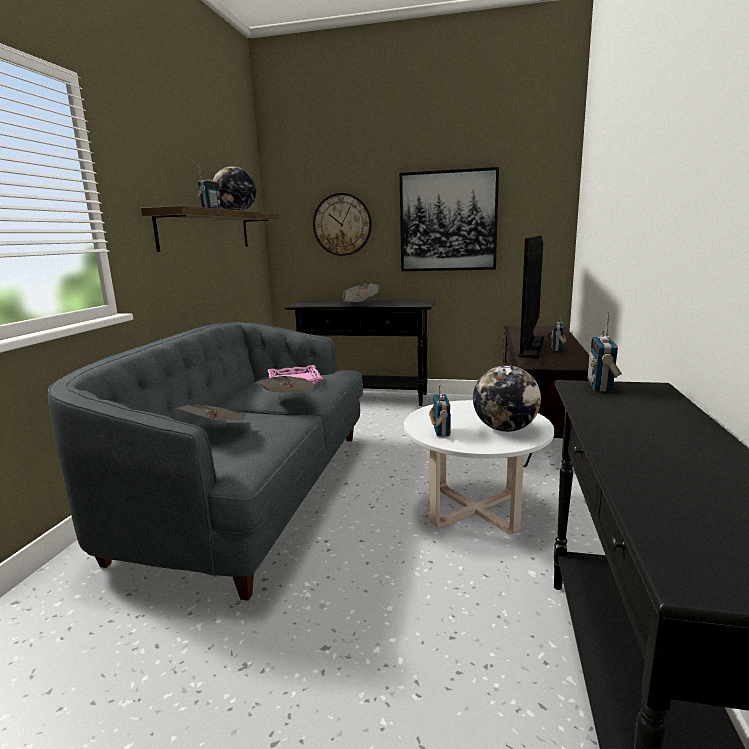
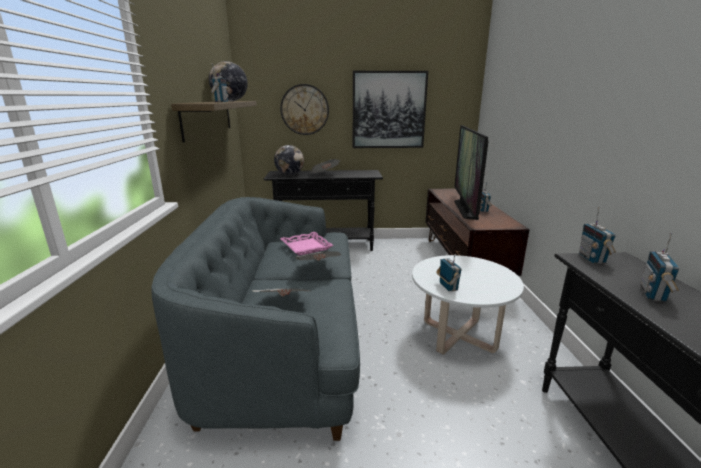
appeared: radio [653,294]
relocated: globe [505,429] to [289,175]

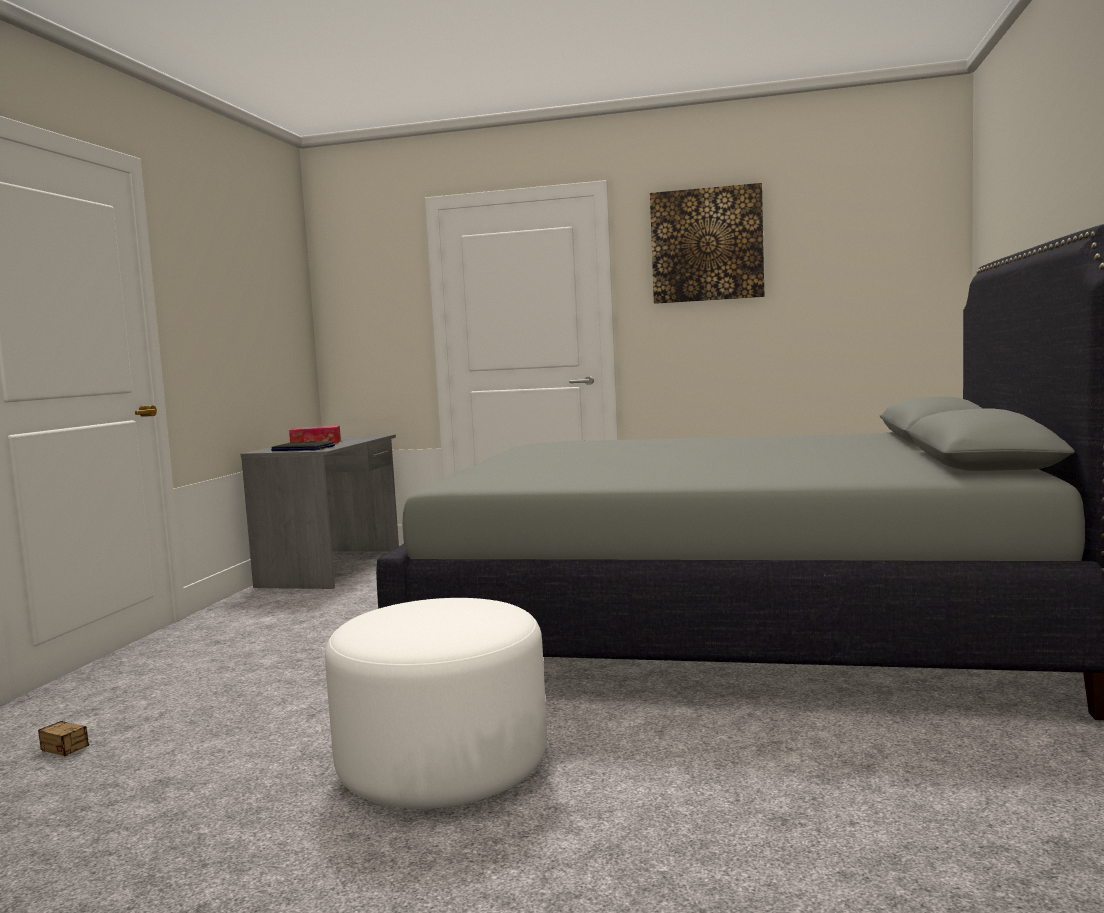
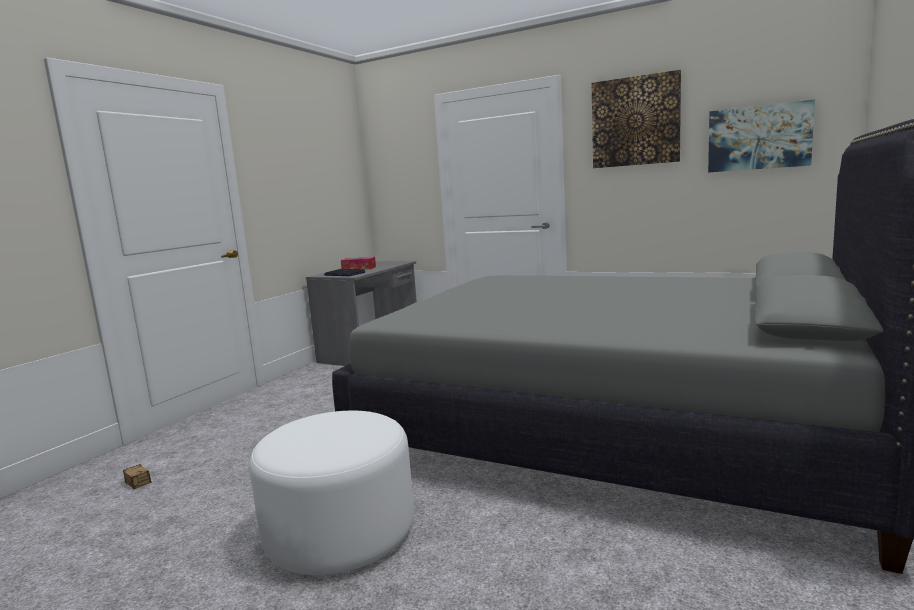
appeared: picture [758,137]

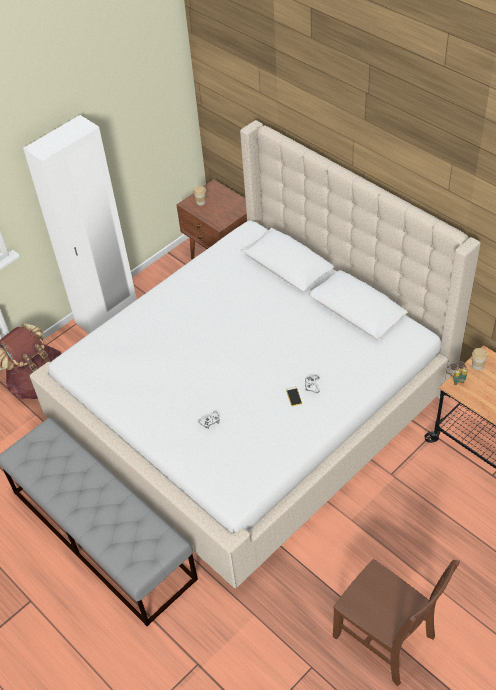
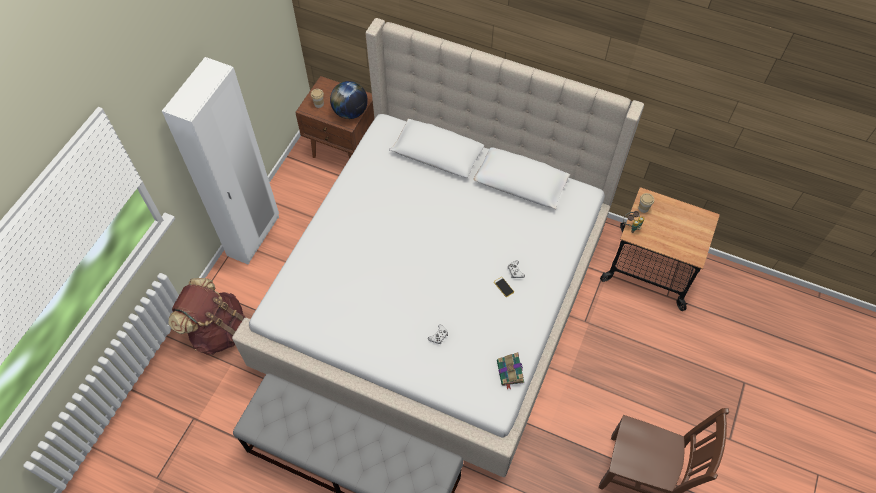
appeared: globe [350,112]; book [510,372]

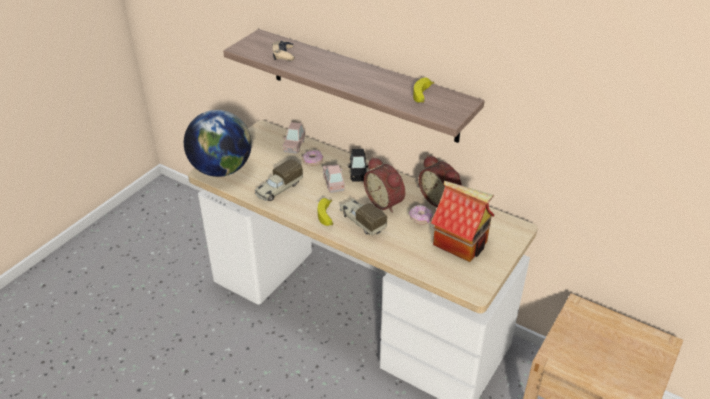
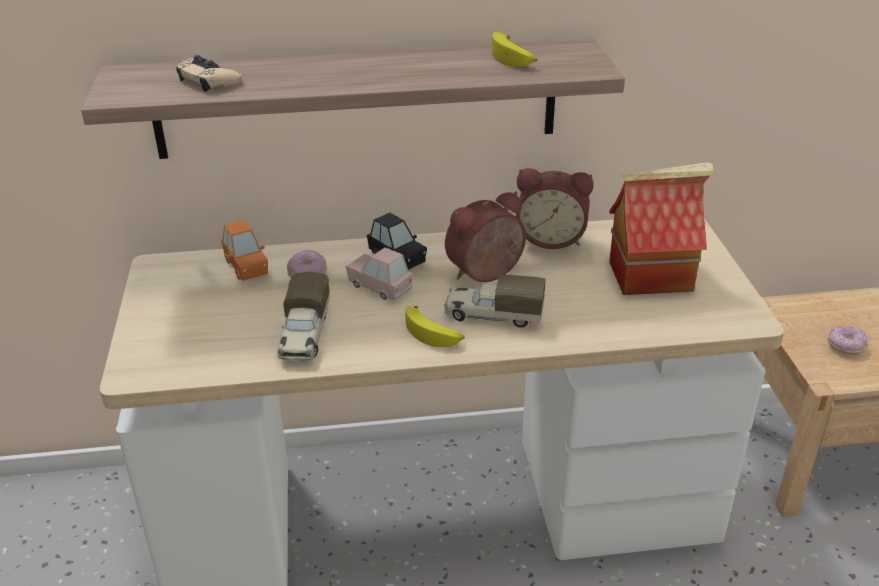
missing: globe [221,169]
relocated: donut [420,219] to [845,347]
colour: pink toy car [294,146] to orange toy car [246,266]
spun: alarm clock [385,202] = [487,274] 135 degrees clockwise

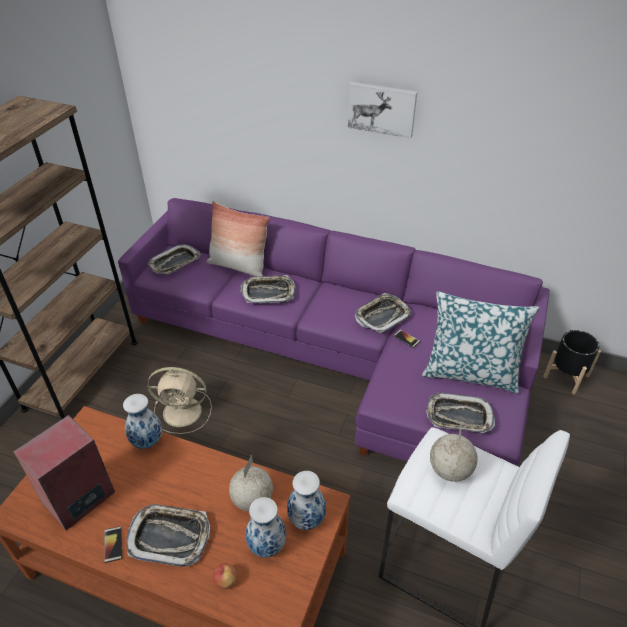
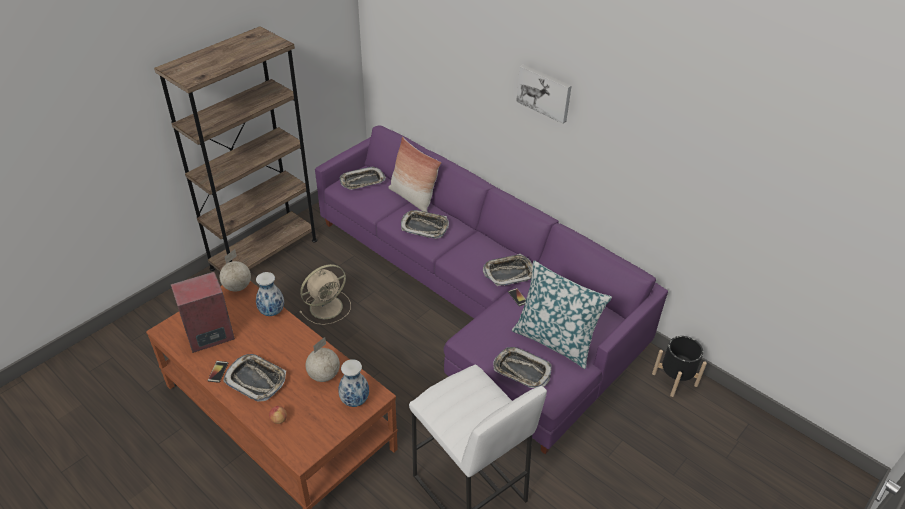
missing: vase [266,546]
relocated: globe [450,470] to [238,287]
spun: beige fan [184,411] = [327,306] 60 degrees counterclockwise

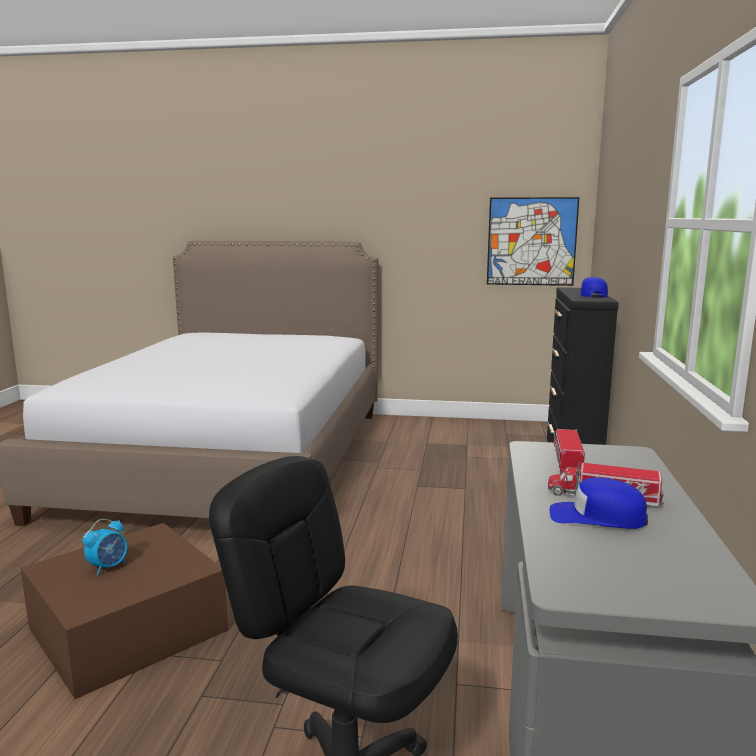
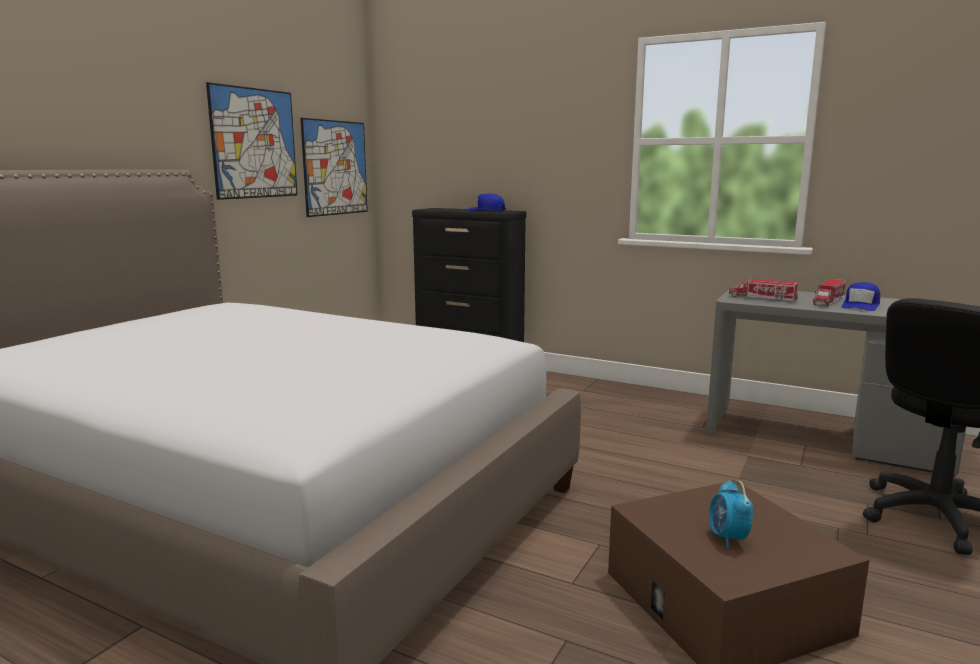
appeared: picture [254,143]
spun: alarm clock [108,567] = [728,538] 150 degrees counterclockwise

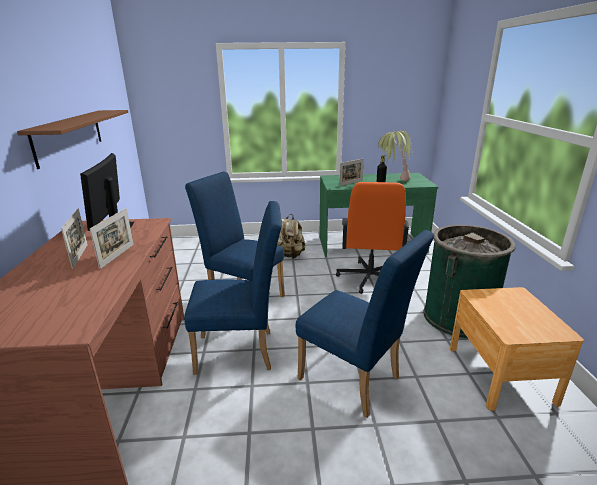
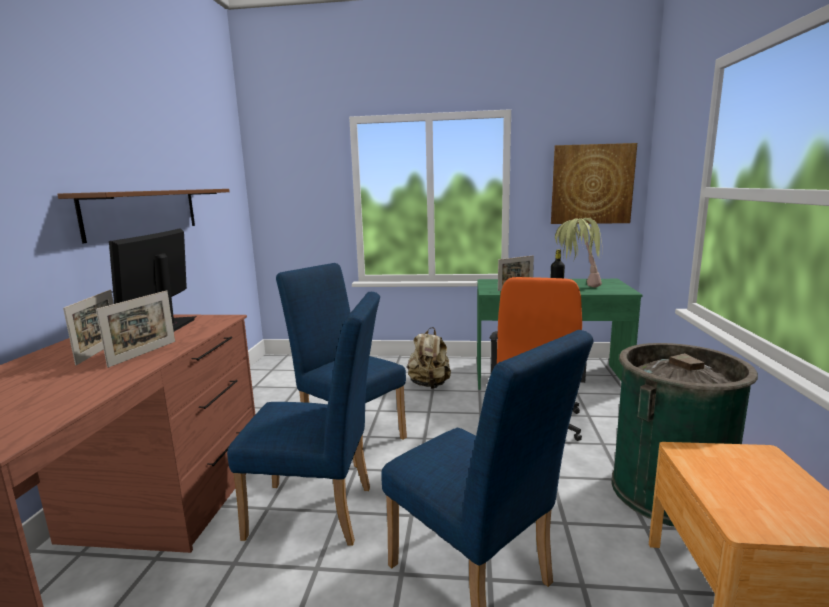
appeared: picture [592,184]

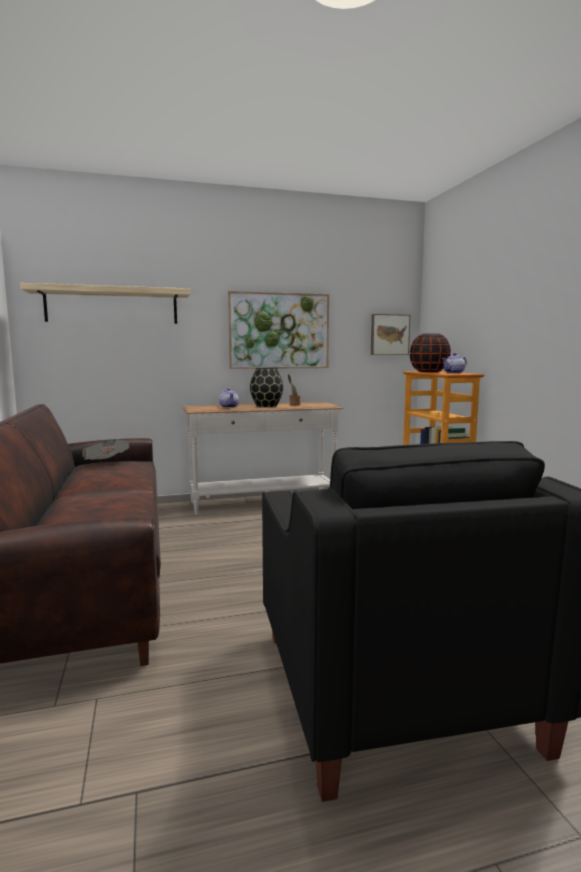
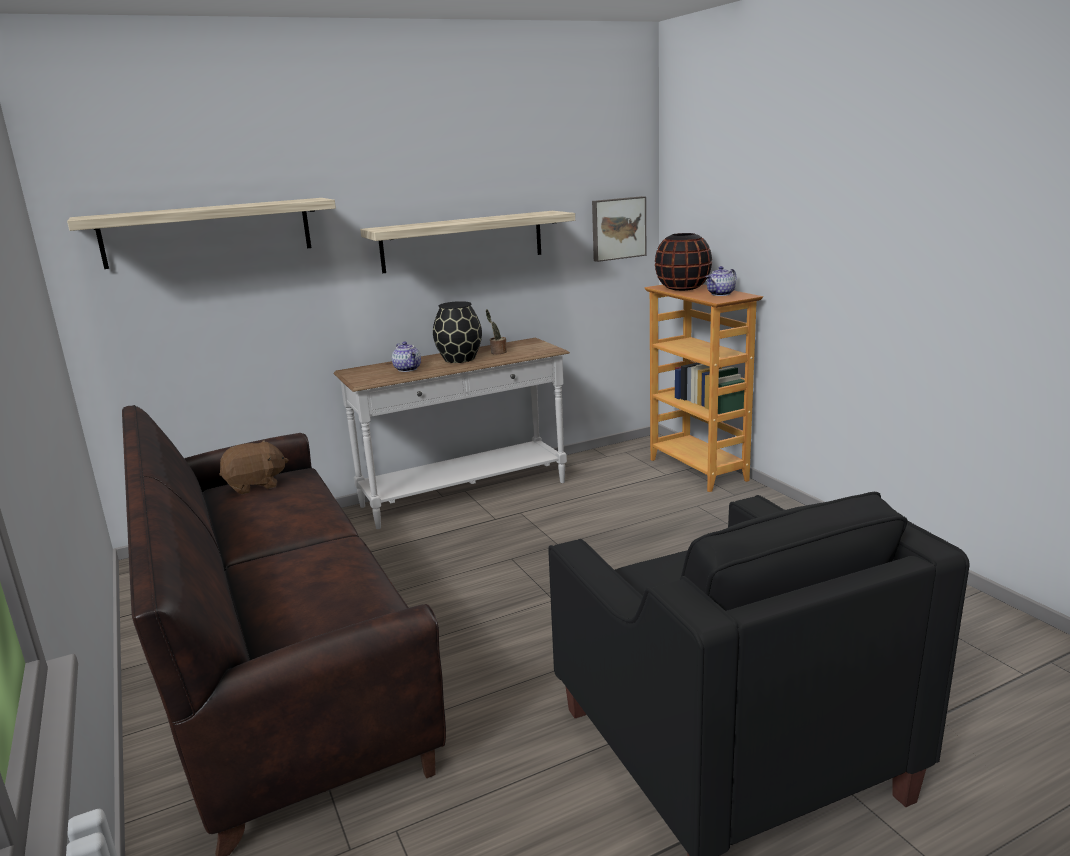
exchanged: newspaper [106,463] to brown plush toy [255,485]; picture [279,331] to shelf [463,241]

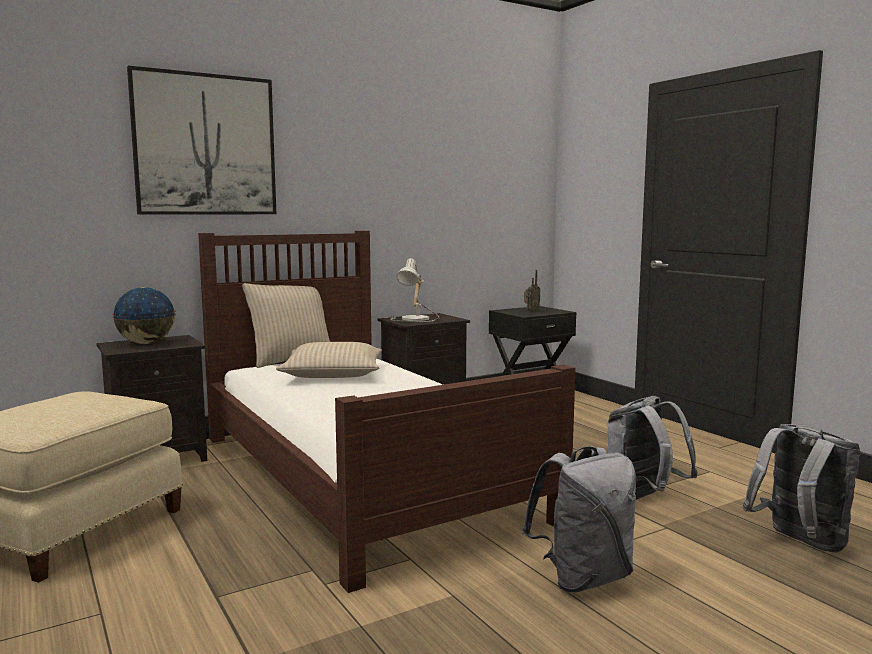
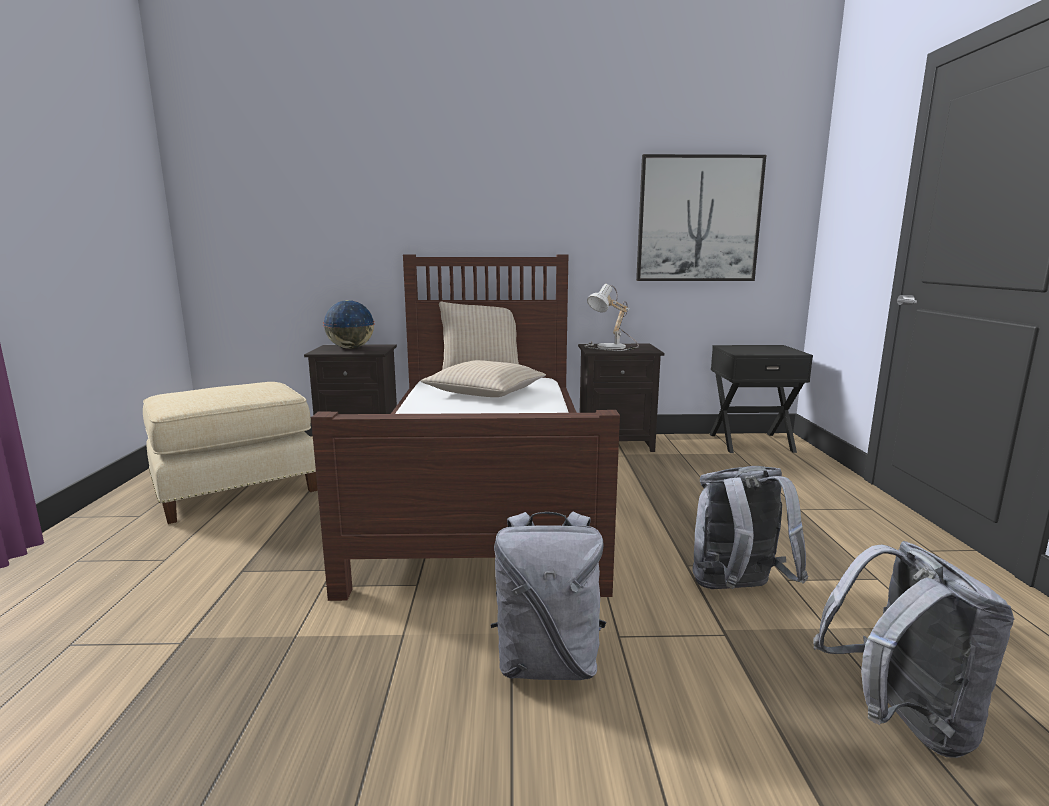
missing: radio [531,311]
relocated: picture [205,145] to [698,219]

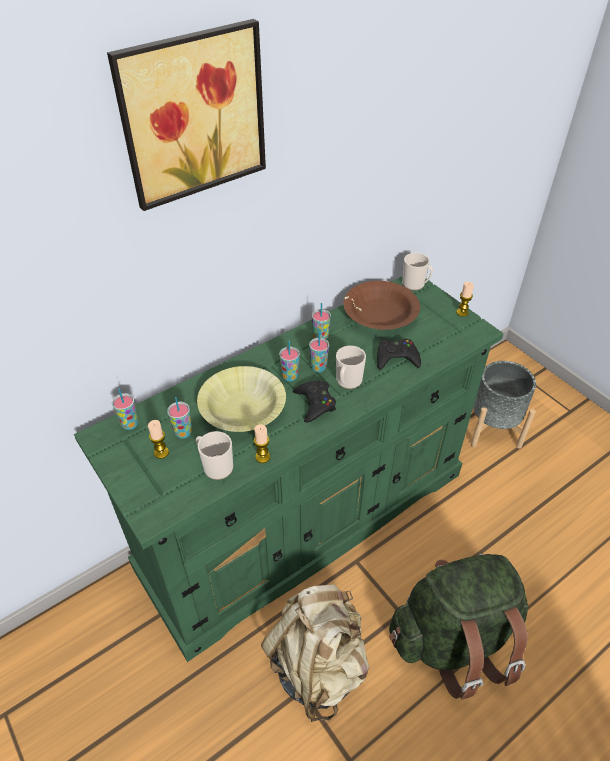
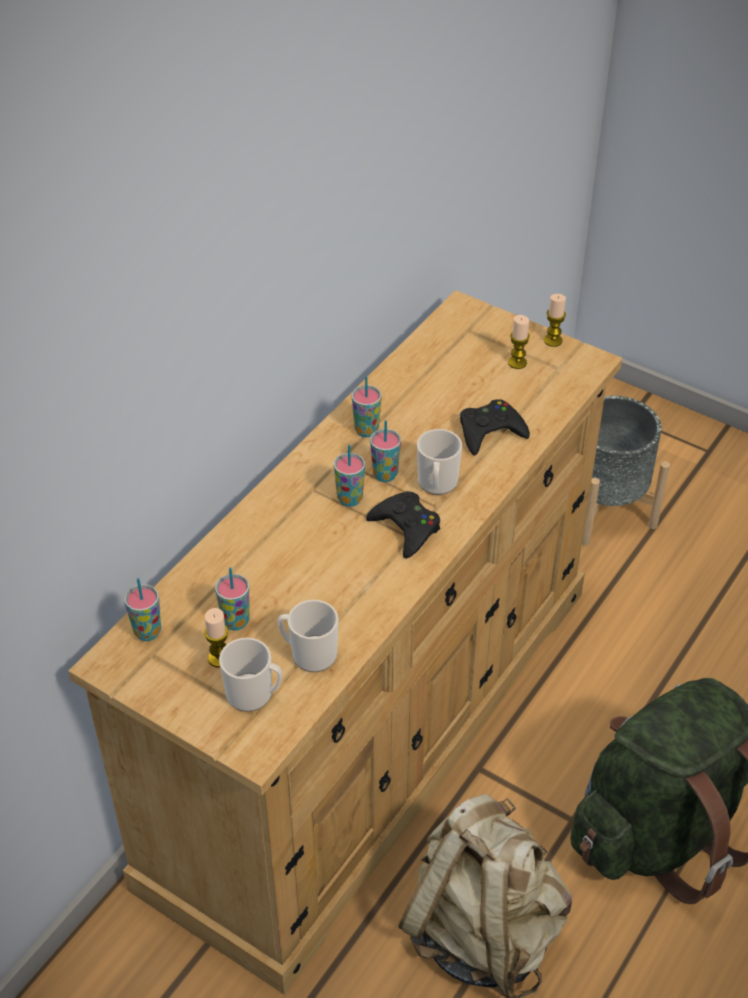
missing: picture [191,114]; yellow bowl [243,408]; brown bowl [380,315]
relocated: candle [262,457] to [517,362]; mug [415,284] to [254,695]
colour: green dresser [306,518] to beige dresser [374,728]

